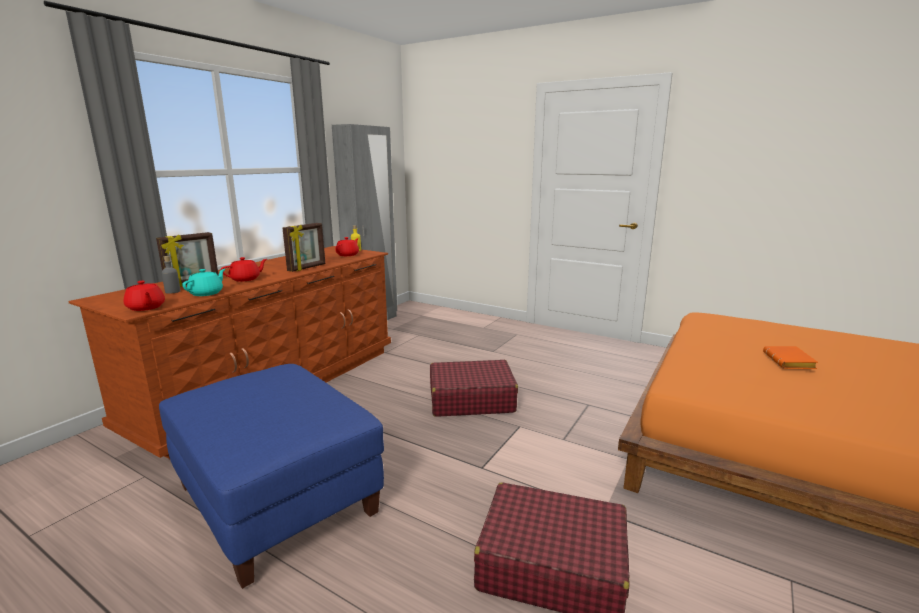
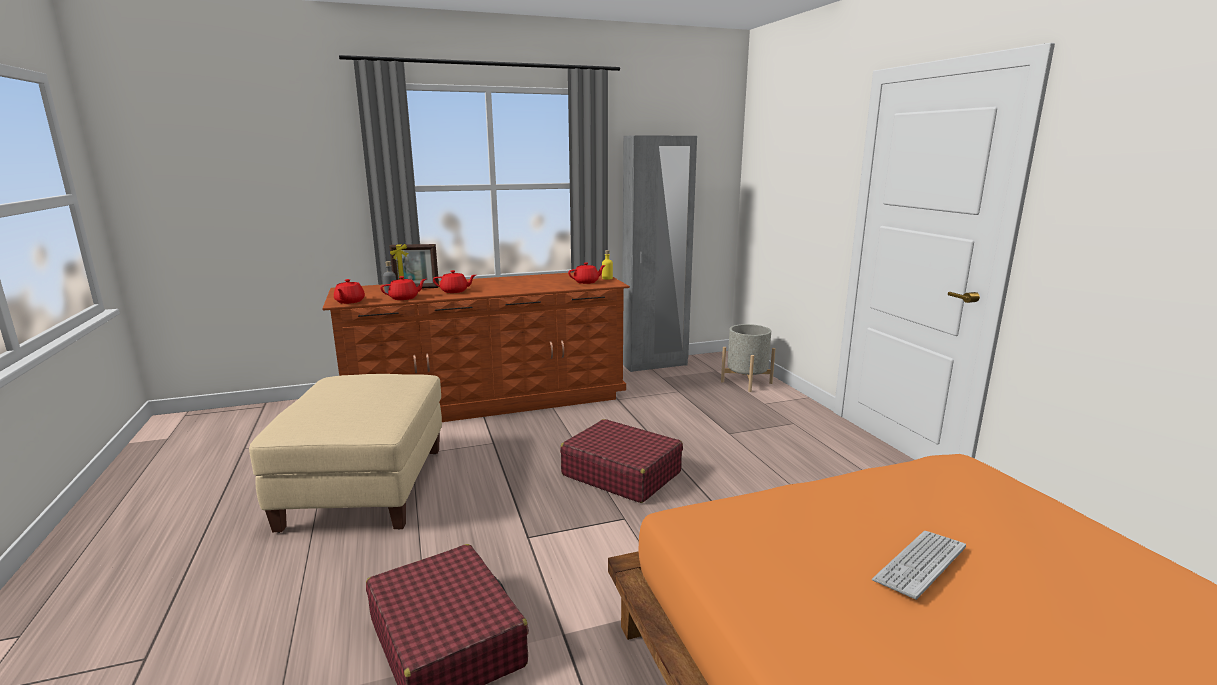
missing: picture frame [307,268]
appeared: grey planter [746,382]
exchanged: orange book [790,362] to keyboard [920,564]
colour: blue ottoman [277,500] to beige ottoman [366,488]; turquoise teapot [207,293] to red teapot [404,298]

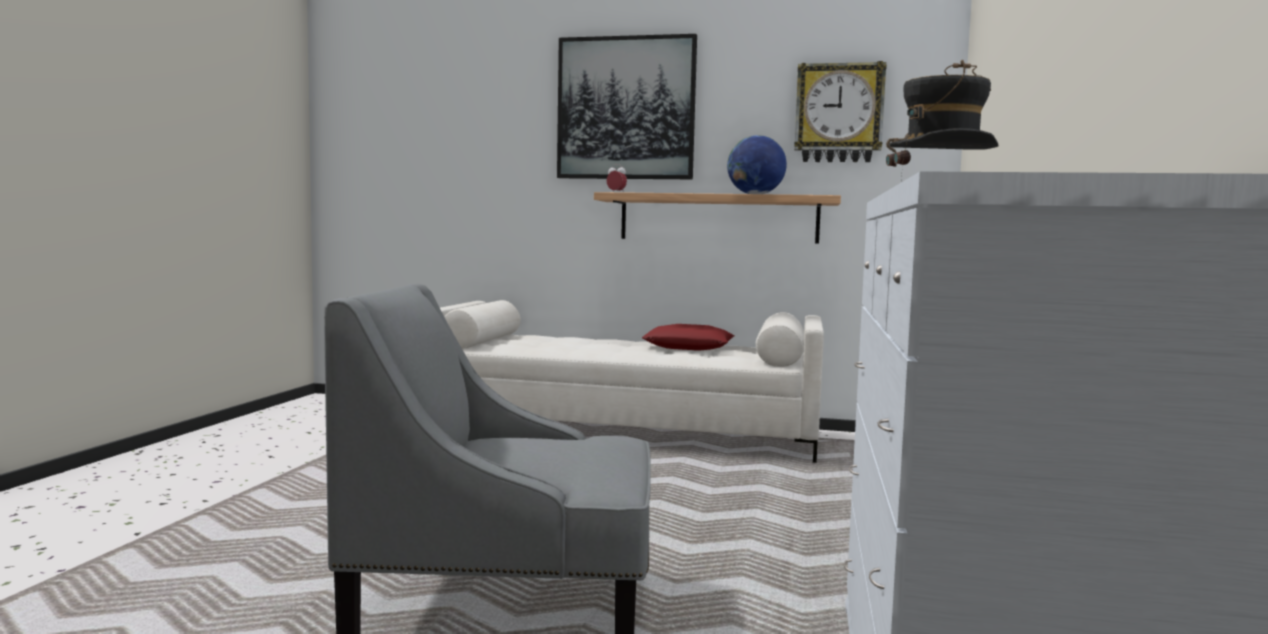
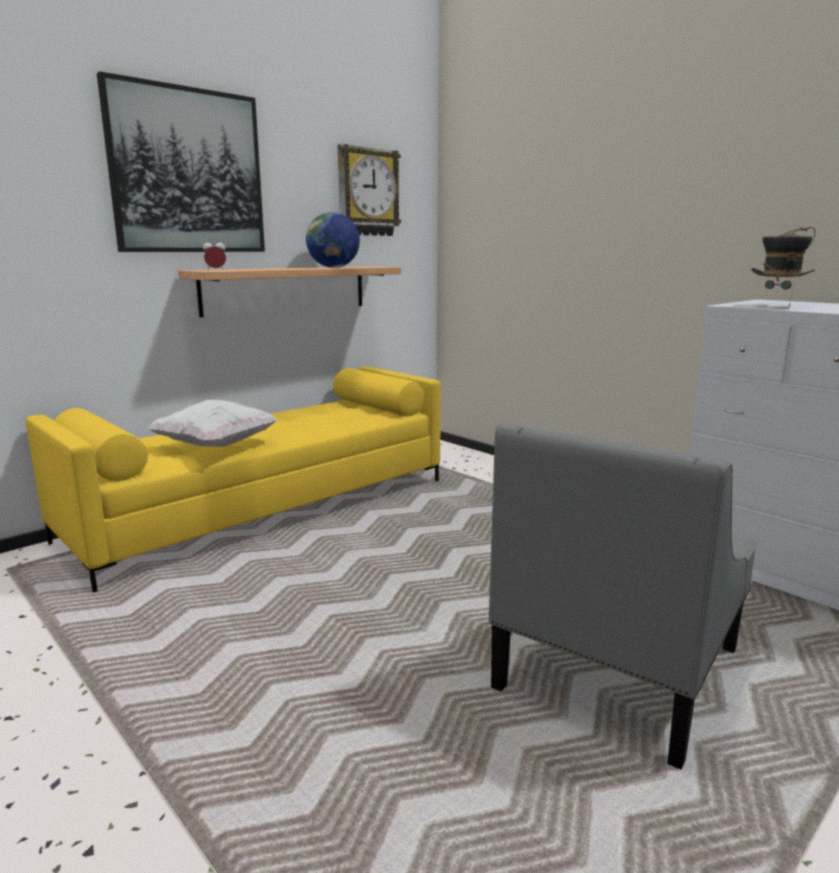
missing: red pillow [688,346]
appeared: white pillow [216,446]
colour: white sofa [625,430] to yellow sofa [266,508]

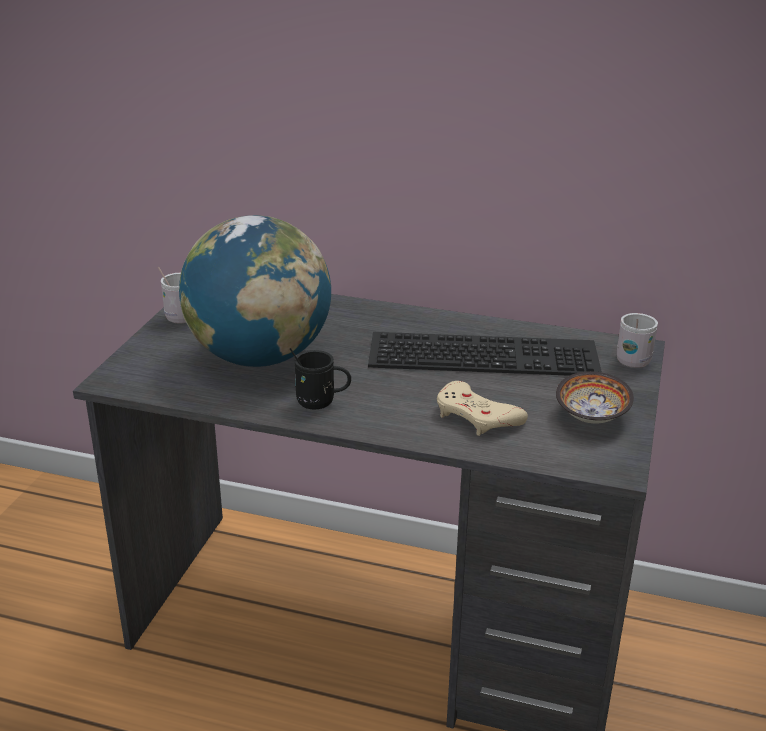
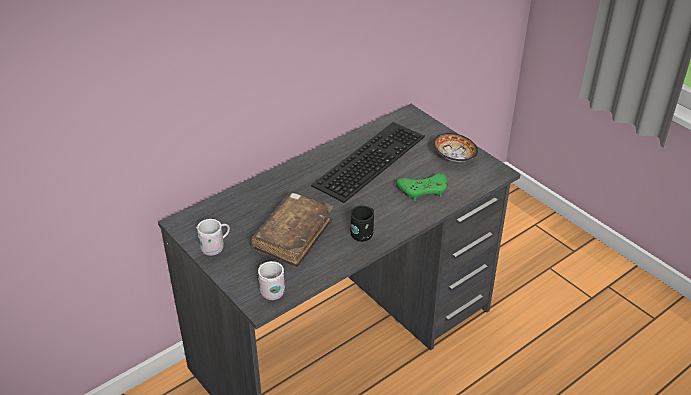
relocated: white mug [634,359] to [270,290]
exchanged: globe [259,357] to brown book [293,236]
colour: beige game controller [476,416] to green game controller [423,190]

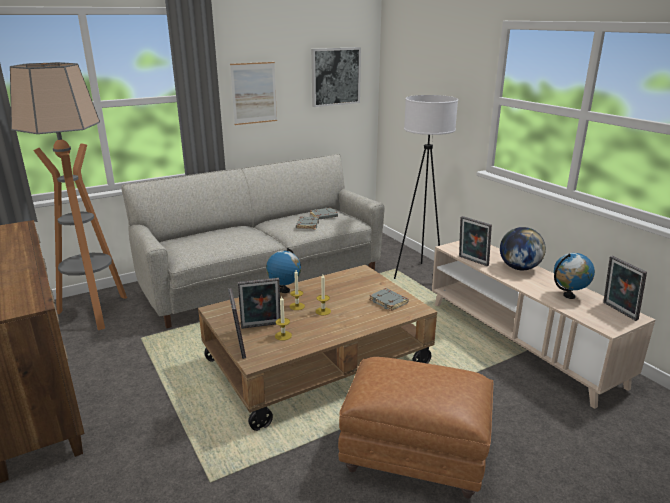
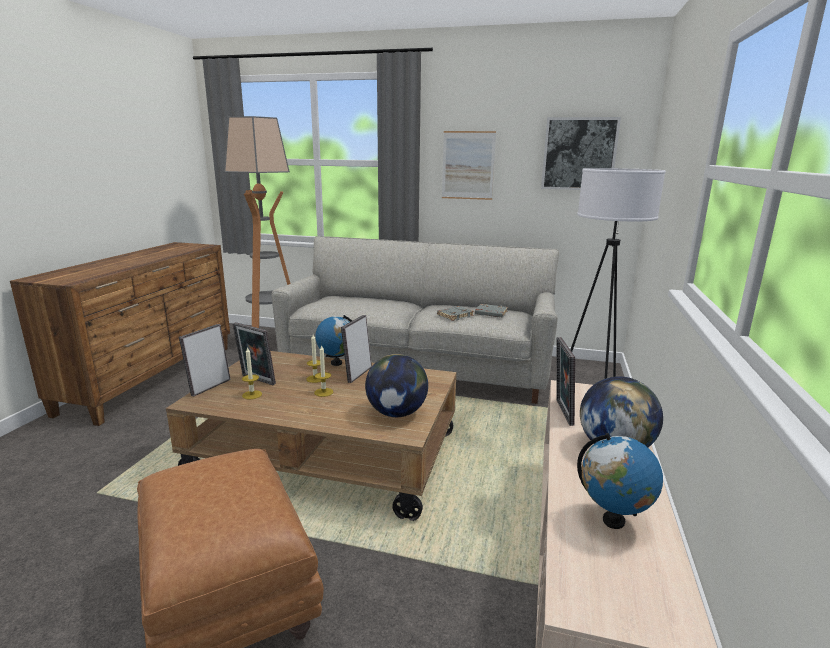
relocated: picture frame [618,311] to [357,374]
exchanged: grey book [389,302] to globe [397,413]

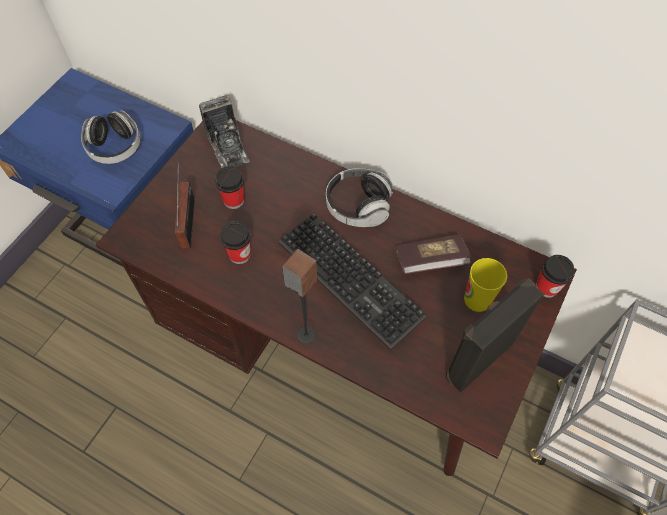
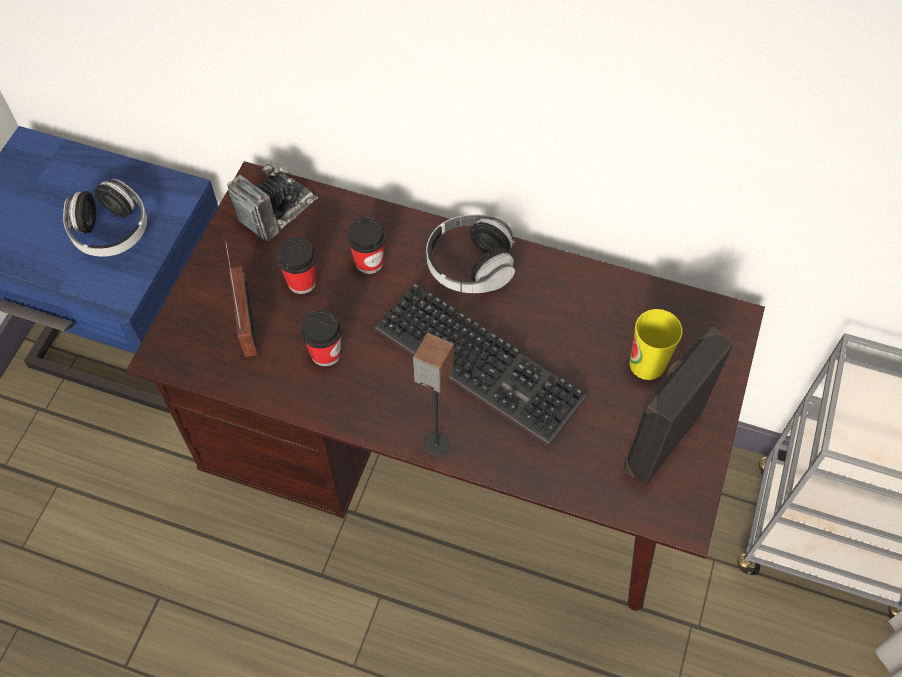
missing: book [430,261]
relocated: cup [547,287] to [369,262]
spun: photo camera [227,147] = [277,210] 105 degrees counterclockwise

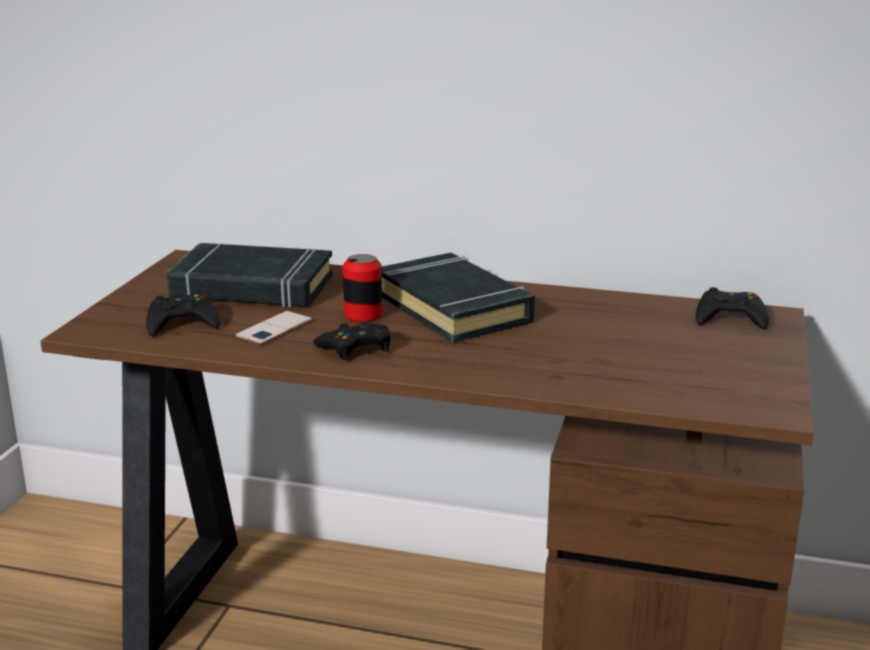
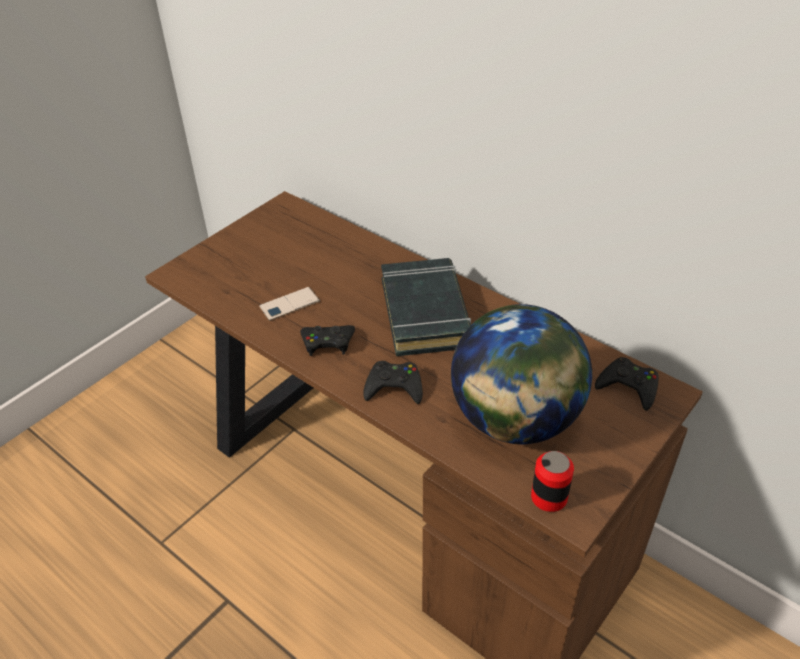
missing: black book [252,287]
appeared: globe [515,420]
relocated: black game controller [182,323] to [394,387]; can [363,315] to [549,497]

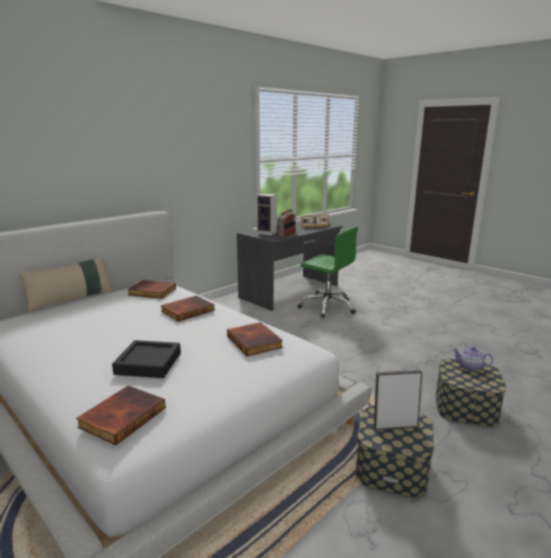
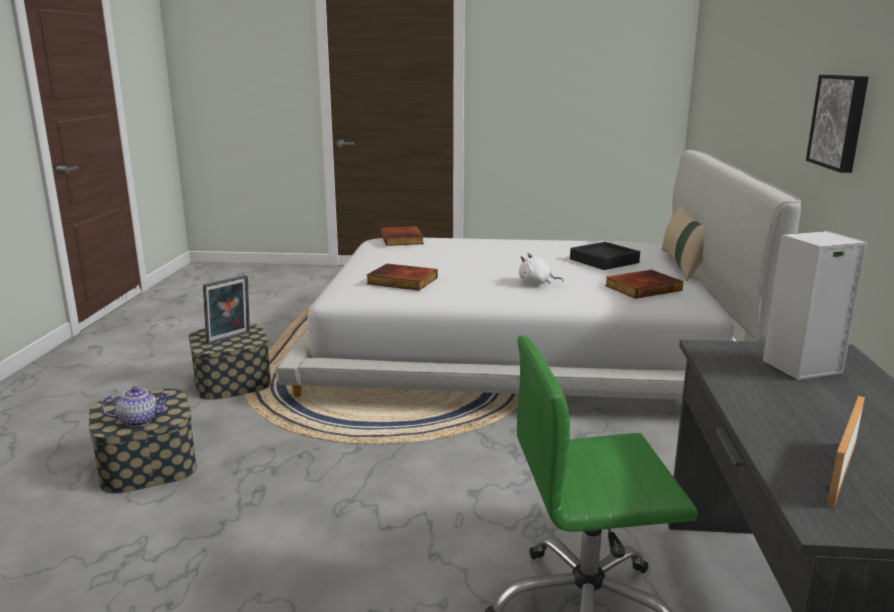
missing: radio [286,234]
appeared: picture [840,121]
relocated: black tray [148,363] to [604,261]
exchanged: book [187,310] to white plush toy [537,283]

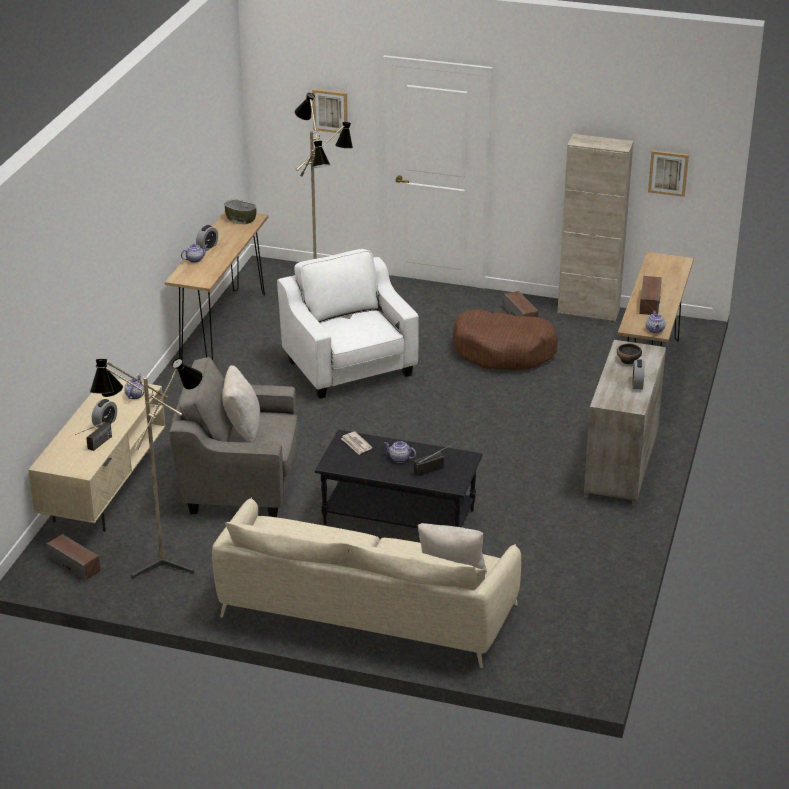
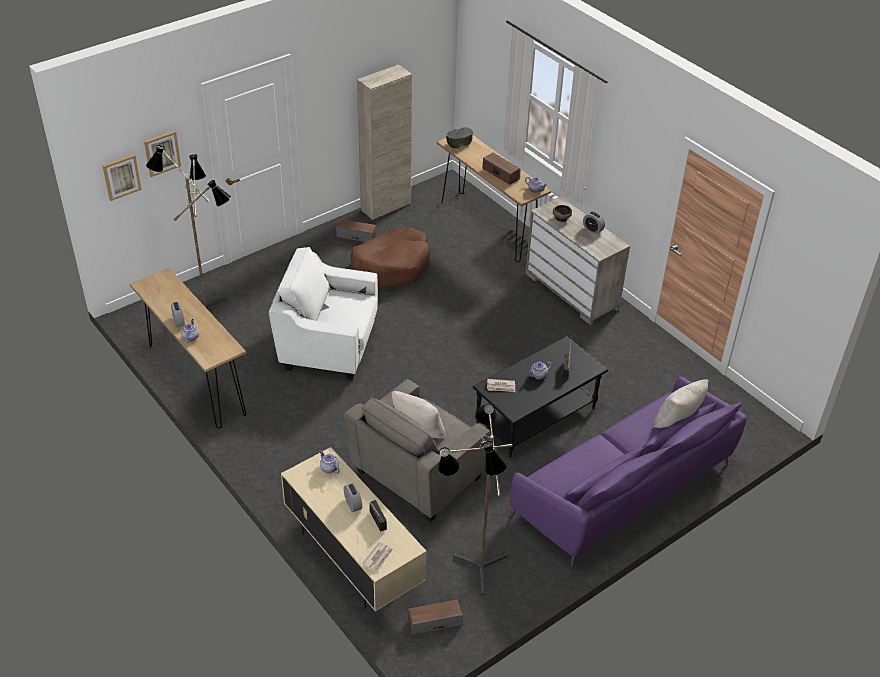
appeared: newspaper [378,558]
relocated: bowl [241,219] to [459,144]; picture [668,172] to [121,176]
colour: beige sofa [364,611] to purple sofa [626,488]

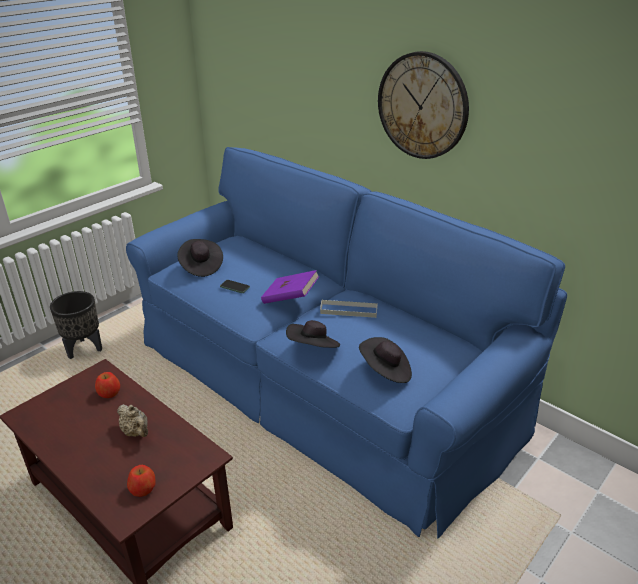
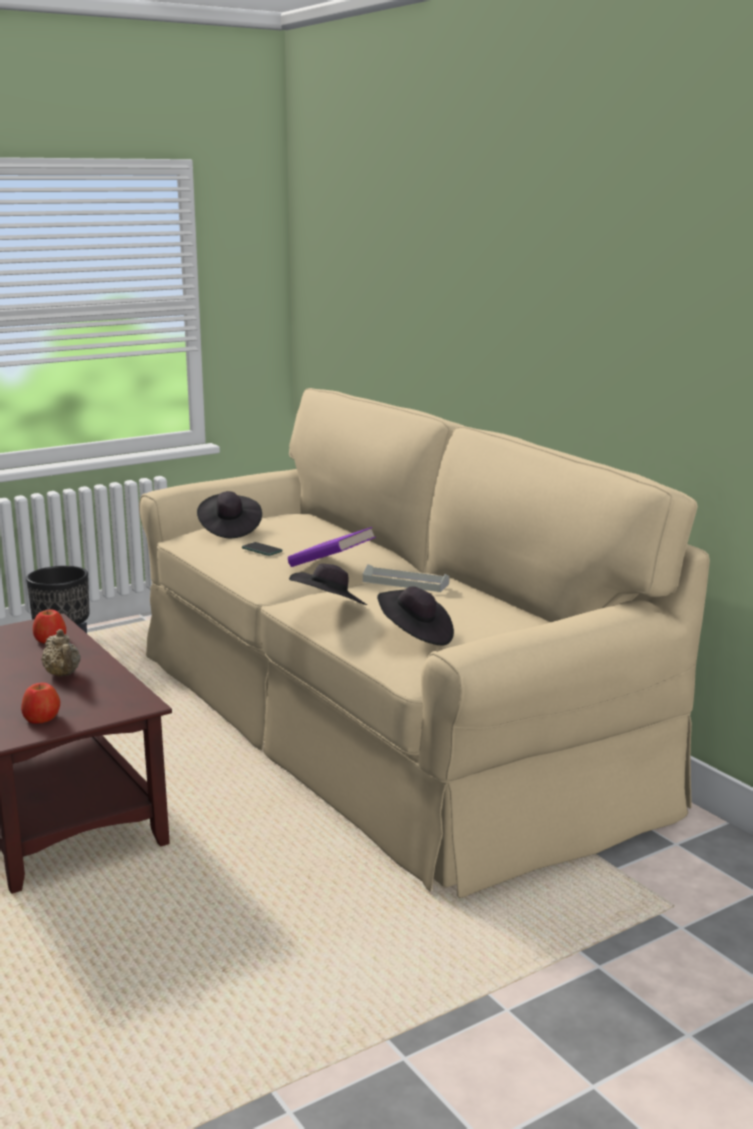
missing: wall clock [422,106]
colour: blue sofa [319,380] to beige sofa [376,720]

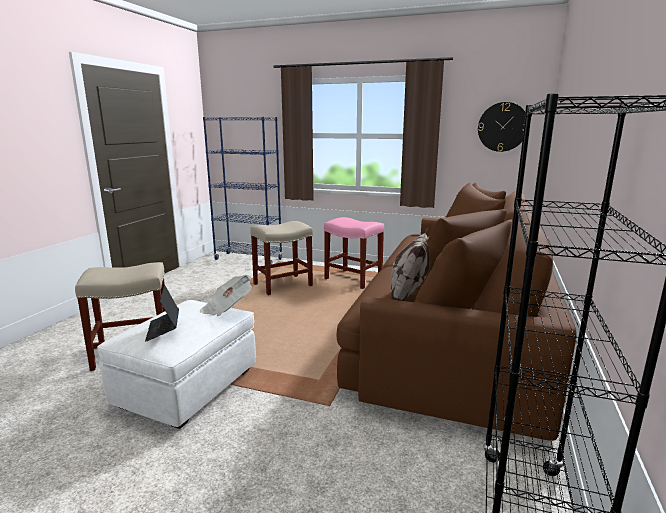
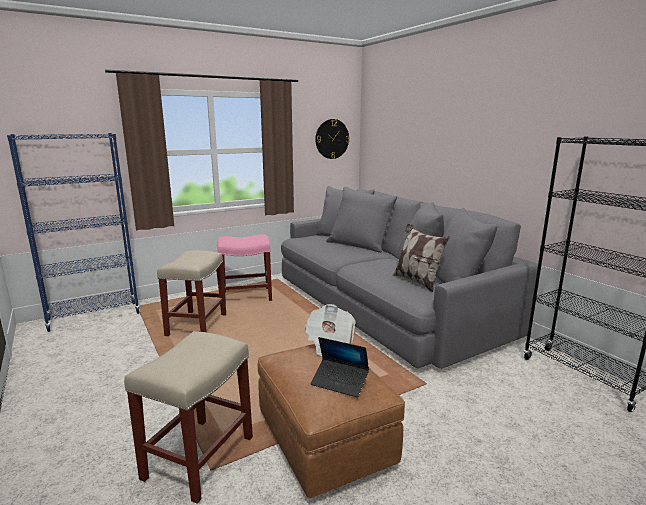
colour: white ottoman [188,388] to brown ottoman [325,441]; brown sofa [454,332] to grey sofa [385,304]

